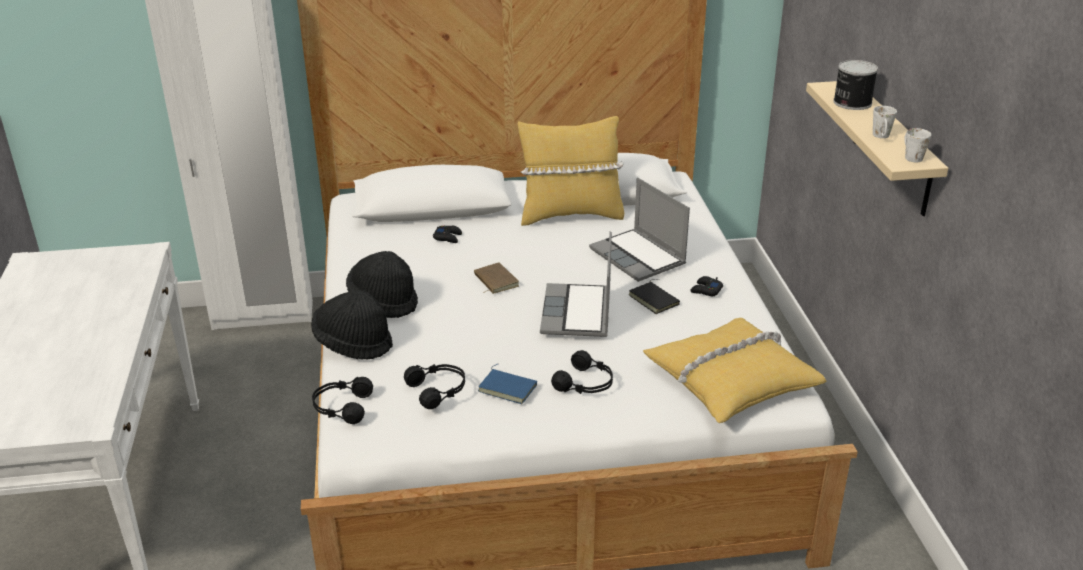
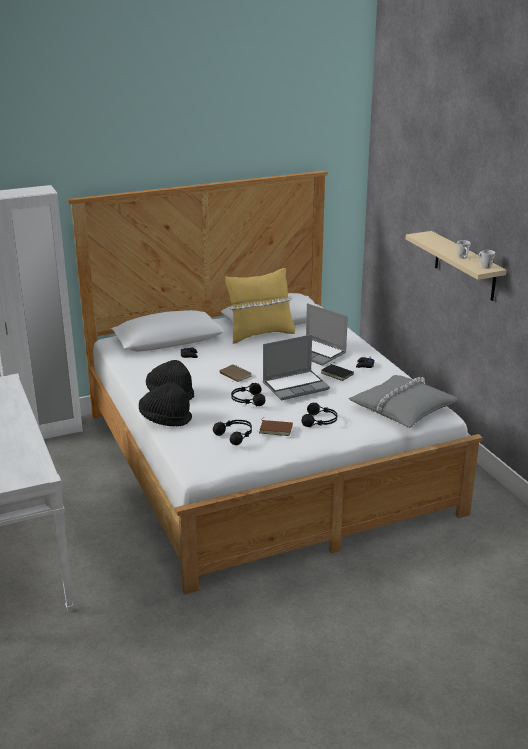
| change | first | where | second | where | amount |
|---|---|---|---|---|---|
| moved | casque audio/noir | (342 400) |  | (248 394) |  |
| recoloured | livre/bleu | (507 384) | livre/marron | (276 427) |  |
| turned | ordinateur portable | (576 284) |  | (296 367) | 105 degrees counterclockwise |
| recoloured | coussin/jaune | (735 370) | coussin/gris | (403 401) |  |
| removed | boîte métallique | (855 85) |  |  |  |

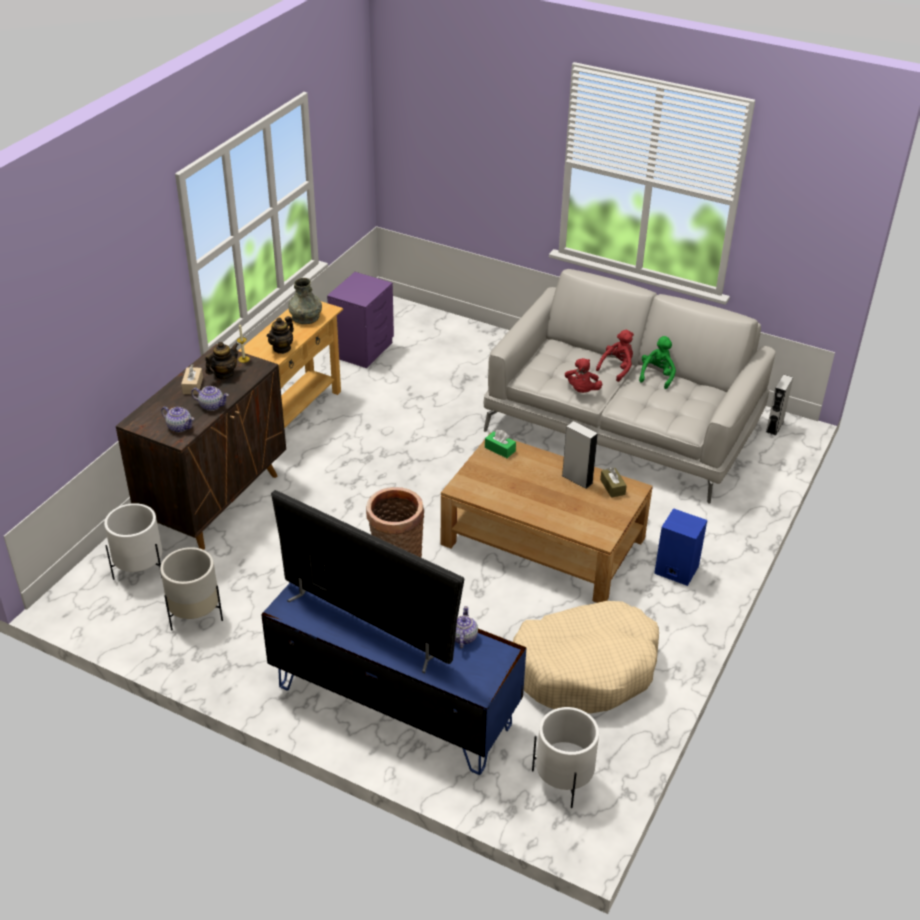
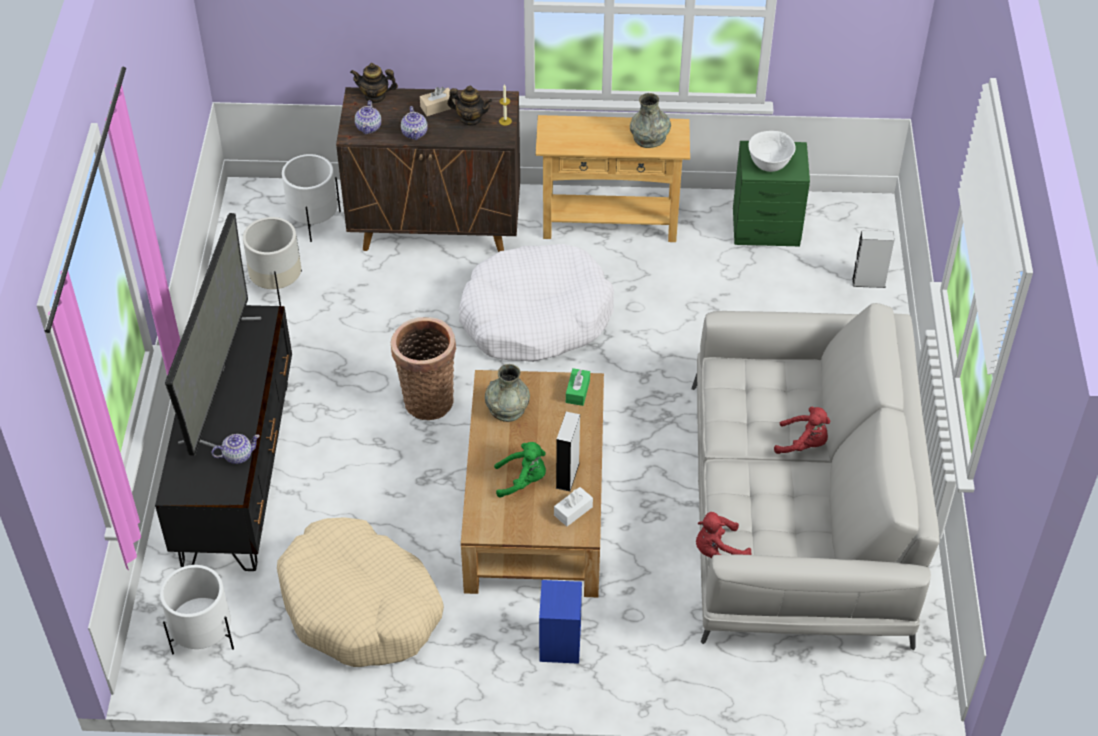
| change | first | where | second | where | amount |
|---|---|---|---|---|---|
| recoloured | meuble télé/bleu | (394 679) | meuble télé/noir | (223 438) |  |
| moved | théière | (280 335) |  | (374 83) |  |
| added |  |  | panier pour chien/blanc | (536 303) |  |
| added |  |  | vase/gris | (507 393) |  |
| moved | peluche/vert | (657 362) |  | (520 470) |  |
| recoloured | boîte à mouchoirs/marron | (613 483) | boîte à mouchoirs/blanc | (573 506) |  |
| moved | peluche/rouge | (584 375) |  | (723 535) |  |
| recoloured | table de chevet/violet | (360 320) | table de chevet/vert | (771 193) |  |
| added |  |  | bol/blanc | (772 151) |  |
| moved | enceinte/gris | (779 405) |  | (873 259) |  |

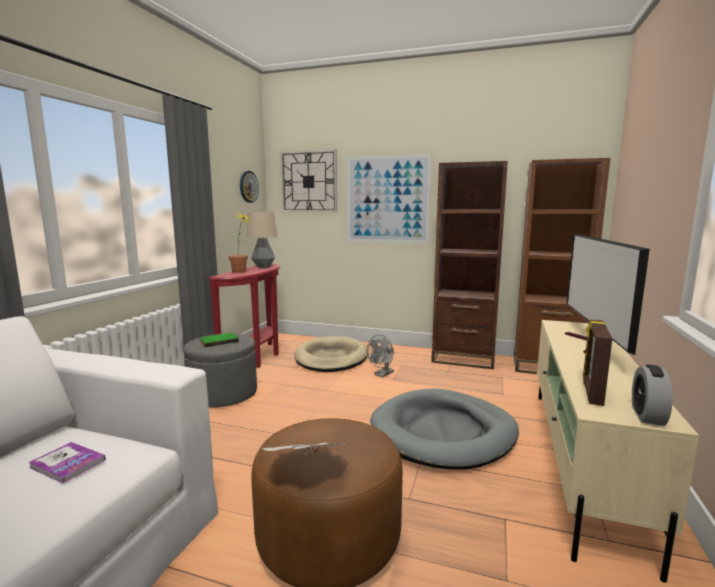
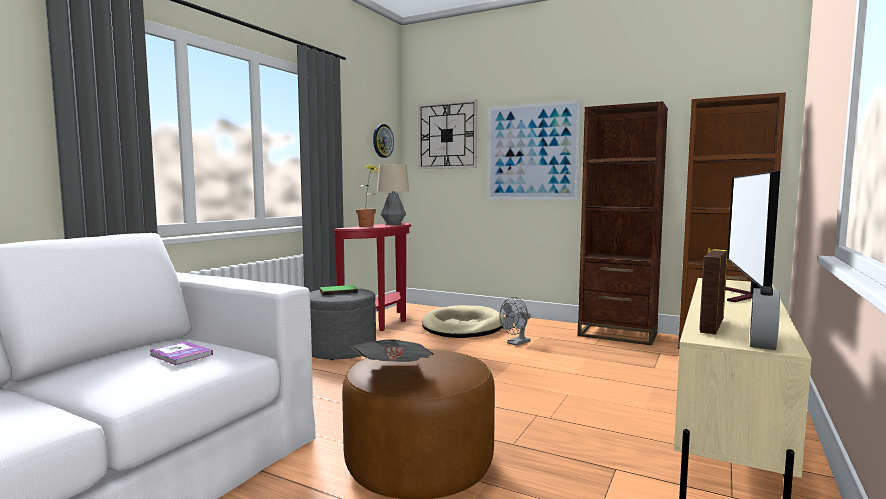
| change | first | where | second | where | amount |
|---|---|---|---|---|---|
| removed | panier pour chien/gris | (444 429) |  |  |  |

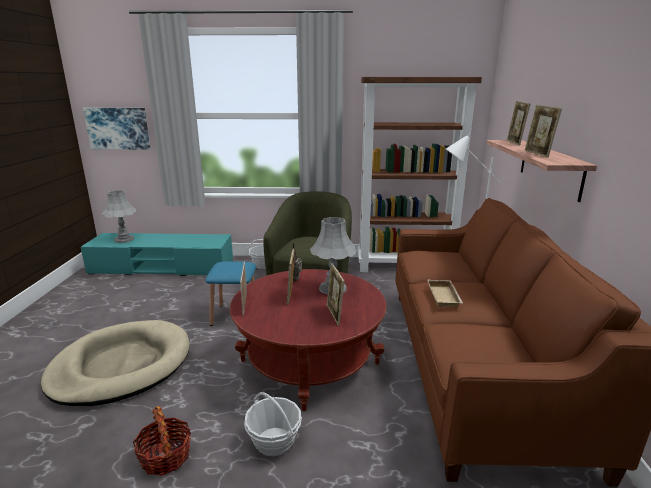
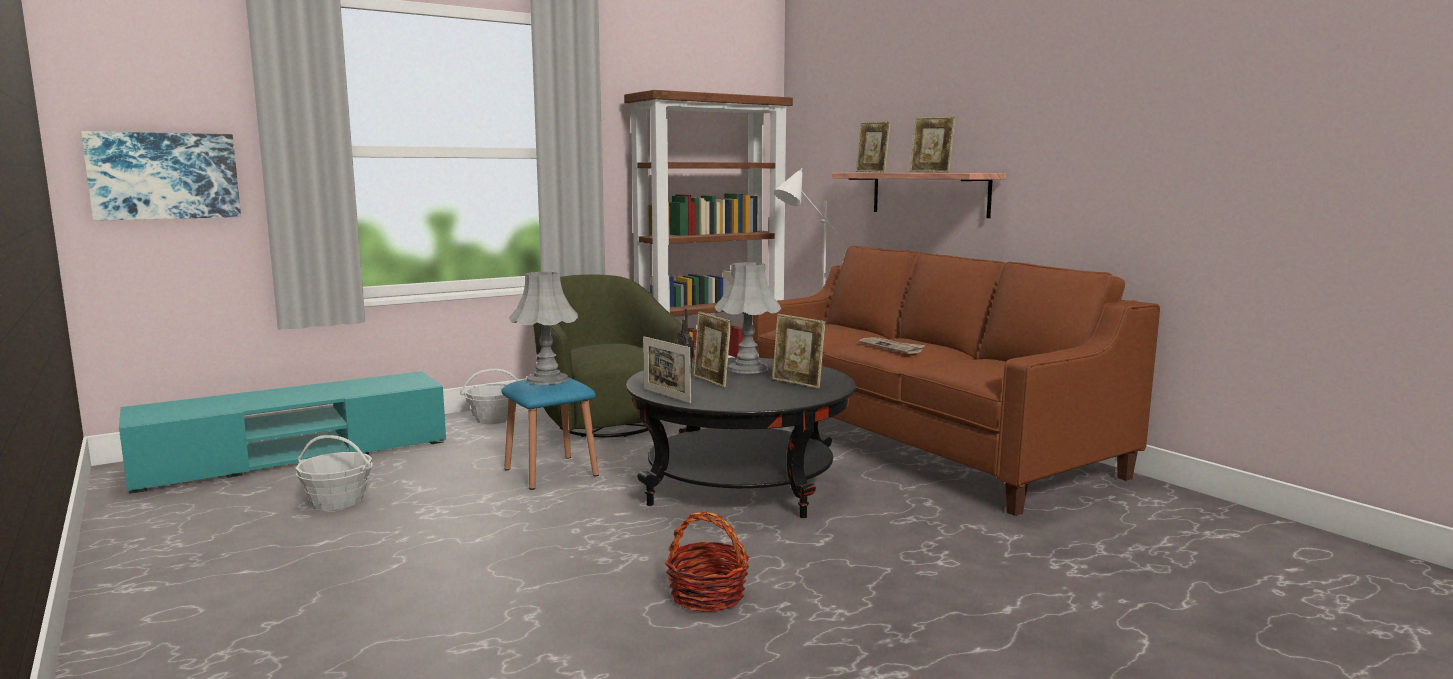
| change | first | where | second | where | amount |
|---|---|---|---|---|---|
| moved | panier | (273 424) |  | (334 472) |  |
| moved | lampe de table/gris | (119 216) |  | (543 328) |  |
| recoloured | table basse/rouge | (308 340) | table basse/noir | (741 438) |  |
| replaced | plateau/beige | (445 293) | journal | (892 345) |  |
| removed | panier pour chien/beige | (115 363) |  |  |  |

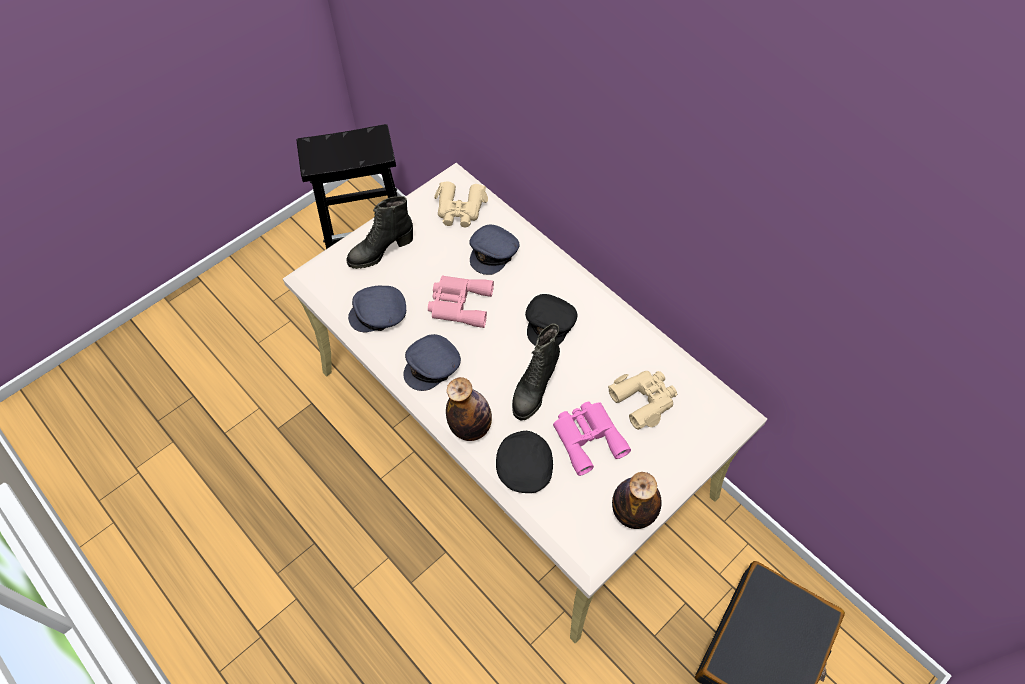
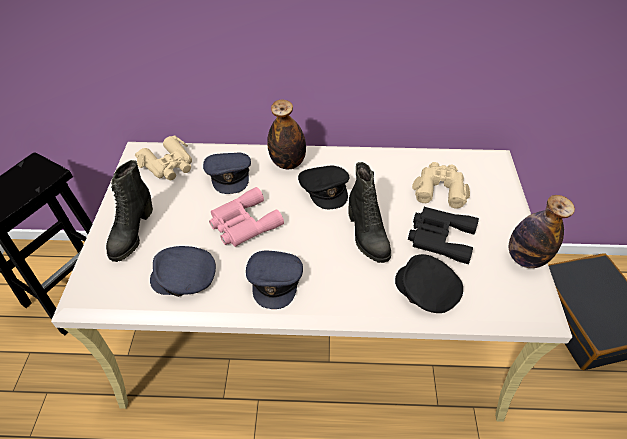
| change | first | where | second | where | amount |
|---|---|---|---|---|---|
| turned | casquette/gris | (377 308) |  | (183 271) | 60 degrees clockwise |
| moved | bouteille | (469 409) |  | (286 134) |  |
| recoloured | jumelles/rose | (592 439) | jumelles/noir | (443 235) |  |

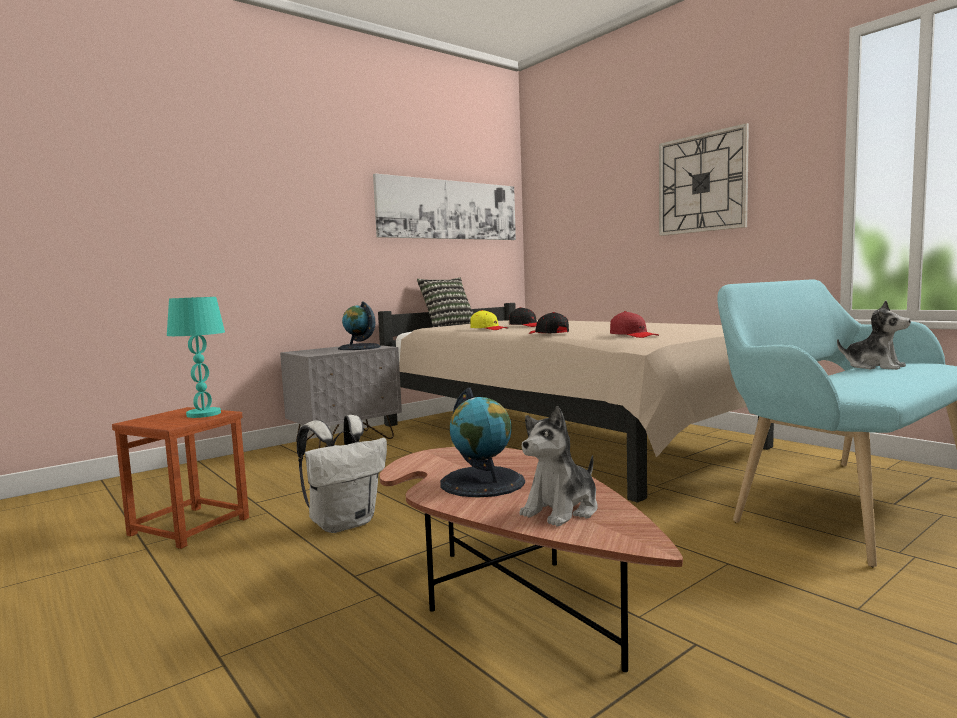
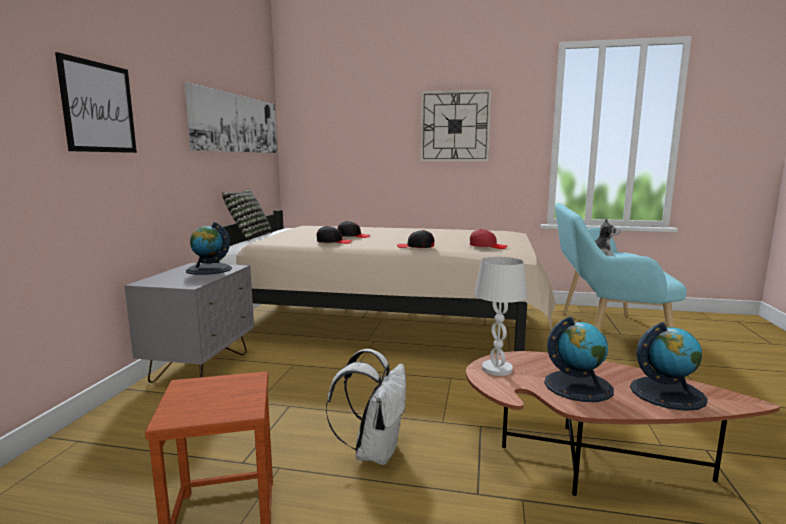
| change | first | where | second | where | amount |
|---|---|---|---|---|---|
| added |  |  | tableau | (96 102) |  |
| recoloured | casquette/jaune | (489 320) | casquette/noir | (334 235) |  |
| added |  |  | lampe de table/blanc | (501 316) |  |
| replaced | peluche | (558 466) | globe | (669 366) |  |
| removed | lampe de table/turquoise | (196 357) |  |  |  |

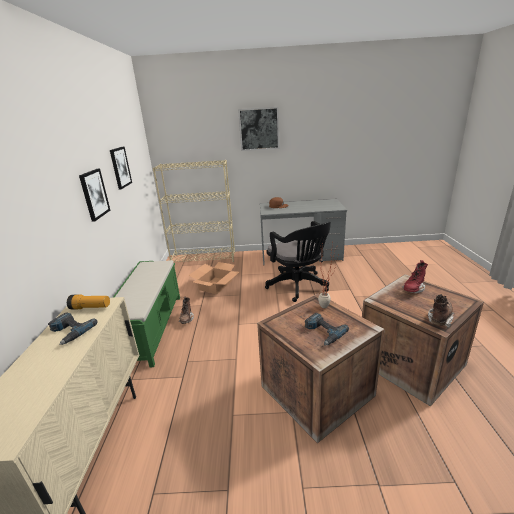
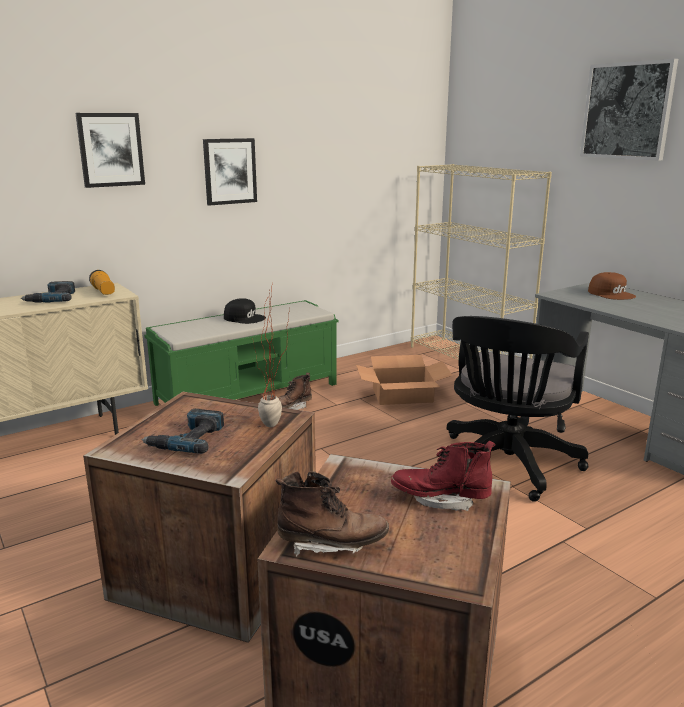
| change | first | where | second | where | amount |
|---|---|---|---|---|---|
| moved | tableau | (121 167) |  | (110 150) |  |
| added |  |  | casquette/noir | (245 311) |  |

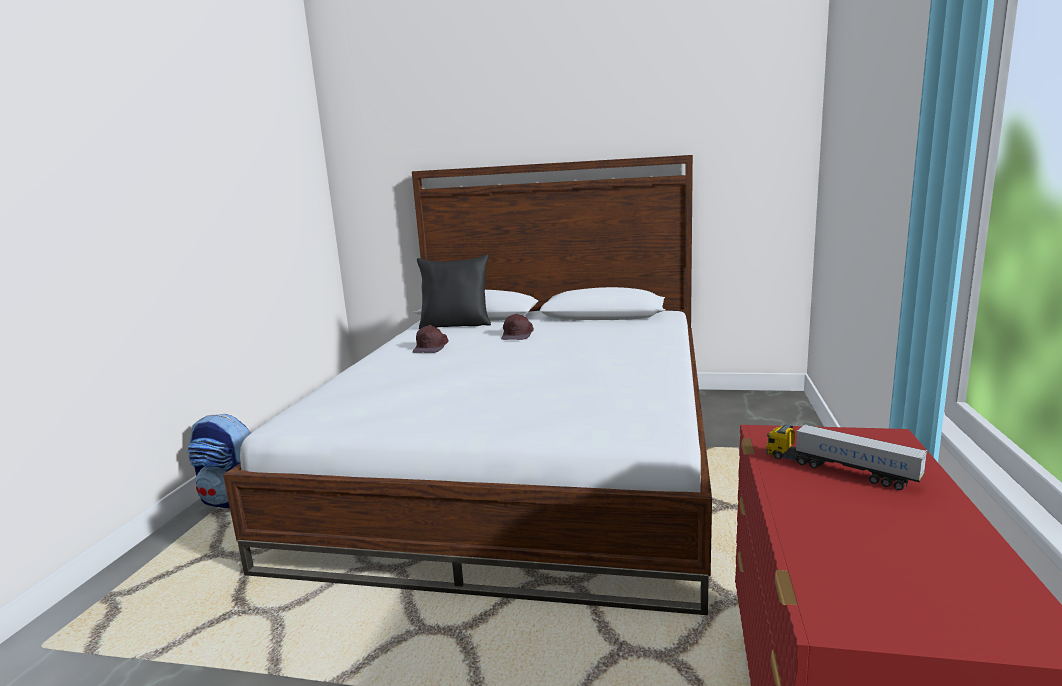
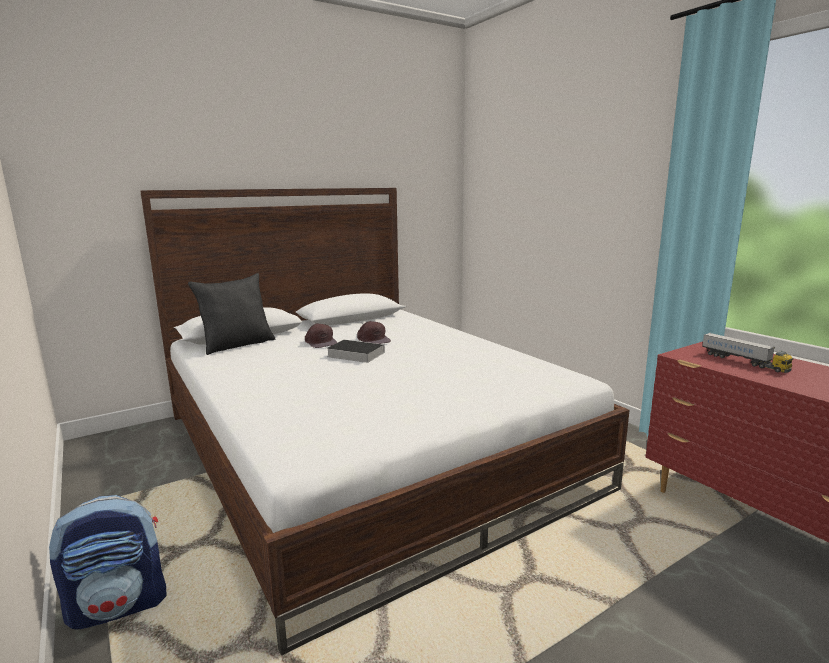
| change | first | where | second | where | amount |
|---|---|---|---|---|---|
| added |  |  | livre | (355 351) |  |
| moved | casquette/marron | (430 339) |  | (374 332) |  |
| turned | camion jouet | (847 457) |  | (748 353) | 120 degrees counterclockwise |

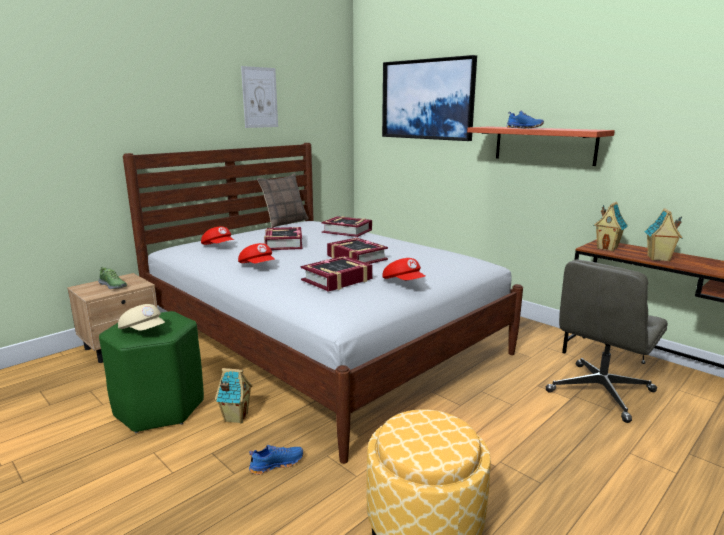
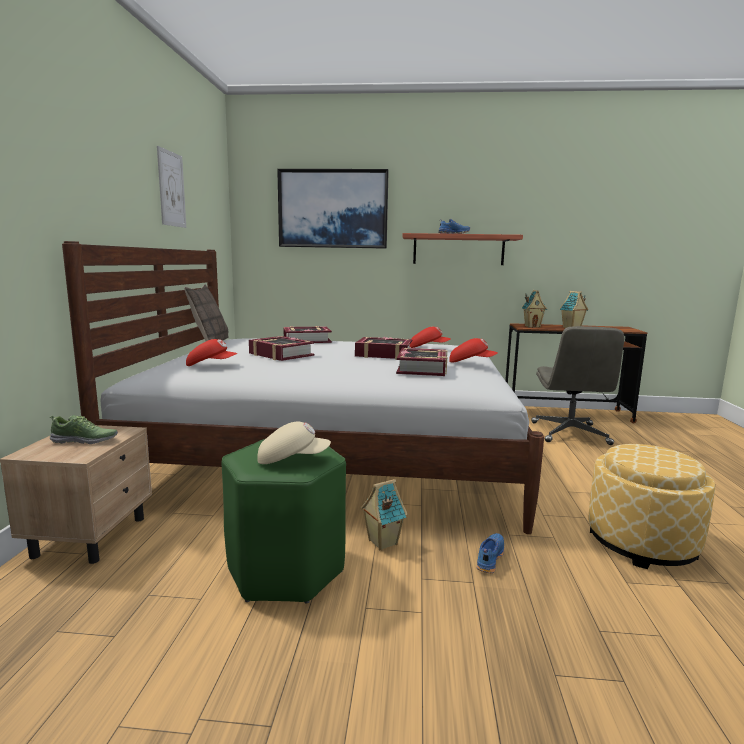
| change | first | where | second | where | amount |
|---|---|---|---|---|---|
| moved | casquette/rouge | (256 253) |  | (430 337) |  |

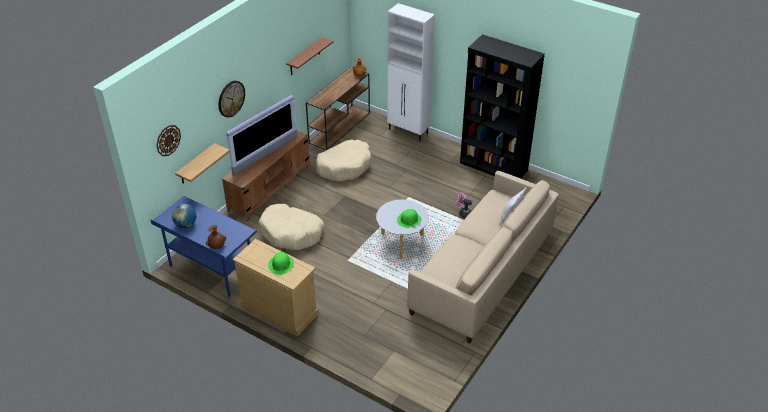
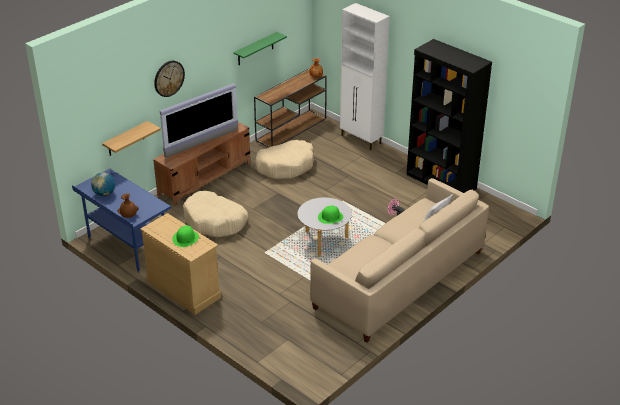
| change | first | where | second | where | amount |
|---|---|---|---|---|---|
| recoloured | étagère/marron | (310 56) | étagère/vert | (260 48) |  |
| removed | horloge murale | (168 140) |  |  |  |

